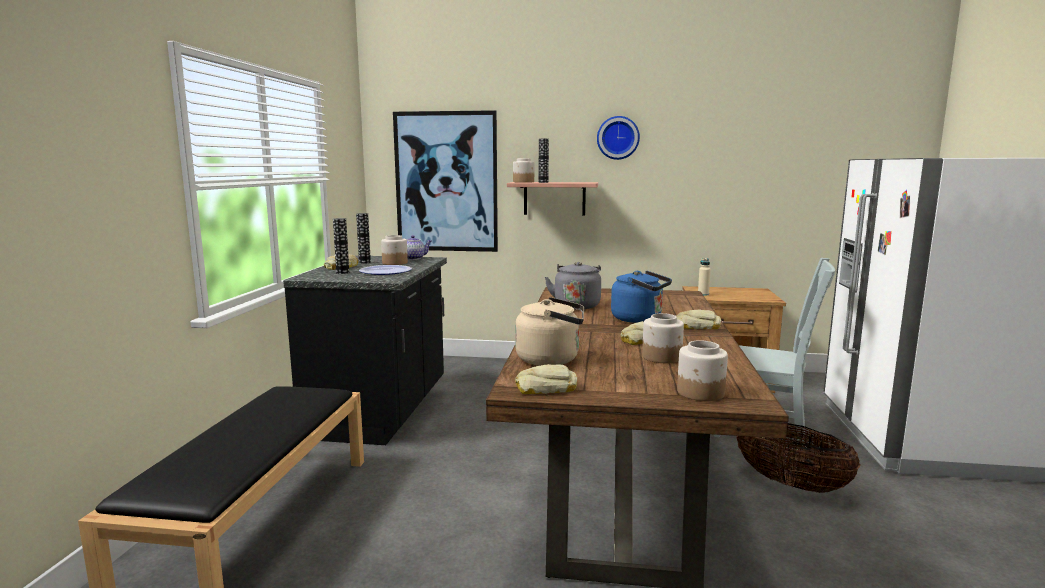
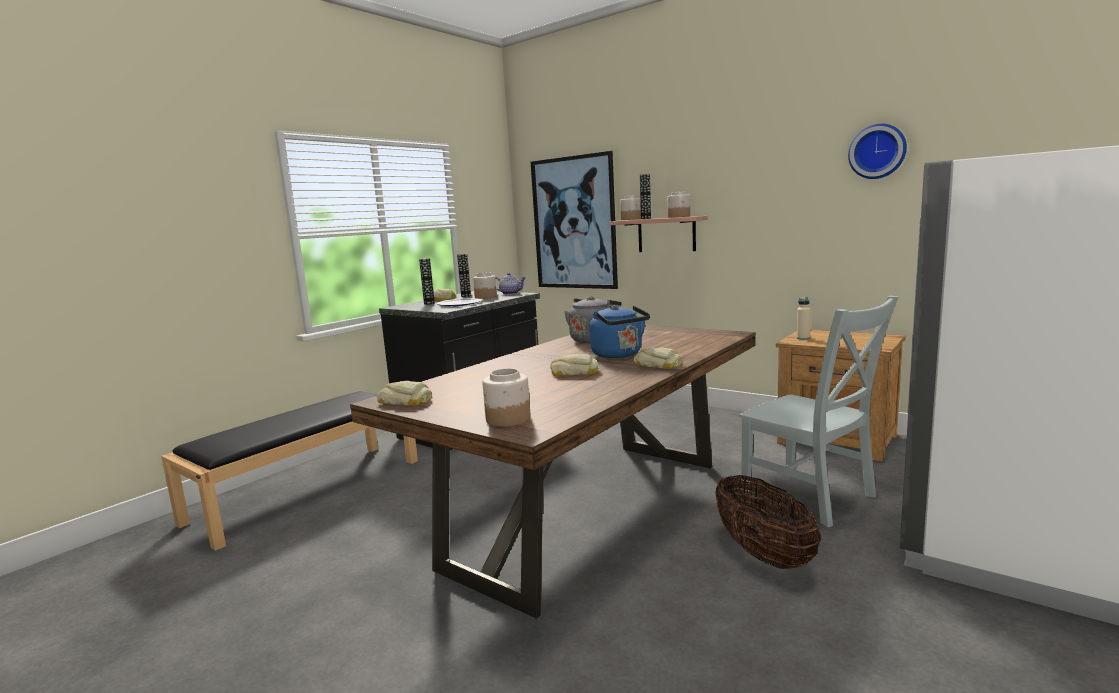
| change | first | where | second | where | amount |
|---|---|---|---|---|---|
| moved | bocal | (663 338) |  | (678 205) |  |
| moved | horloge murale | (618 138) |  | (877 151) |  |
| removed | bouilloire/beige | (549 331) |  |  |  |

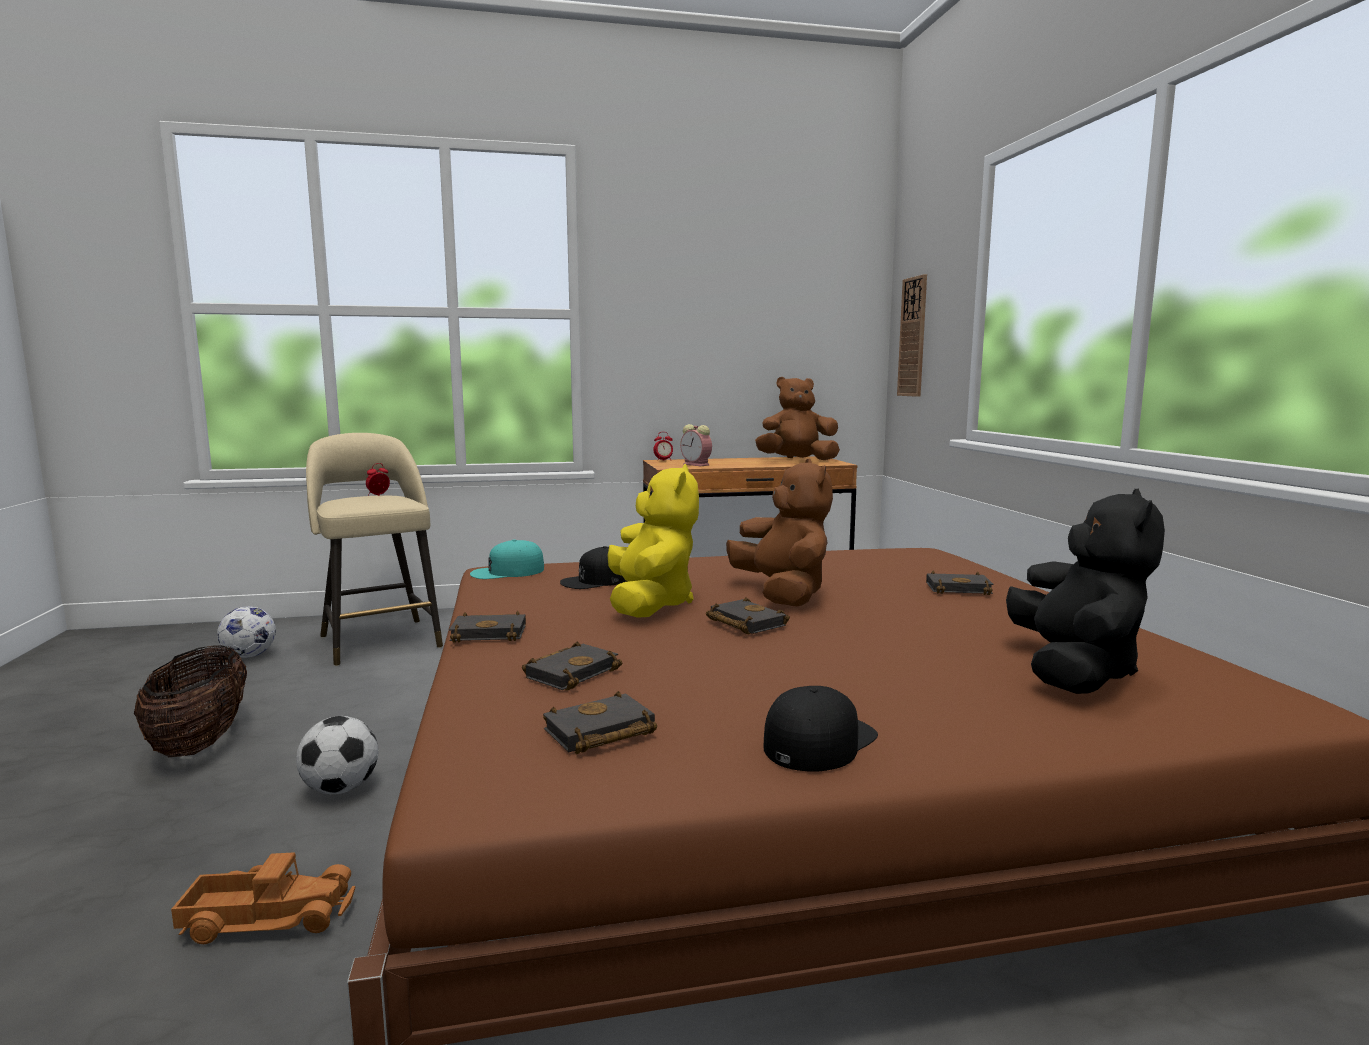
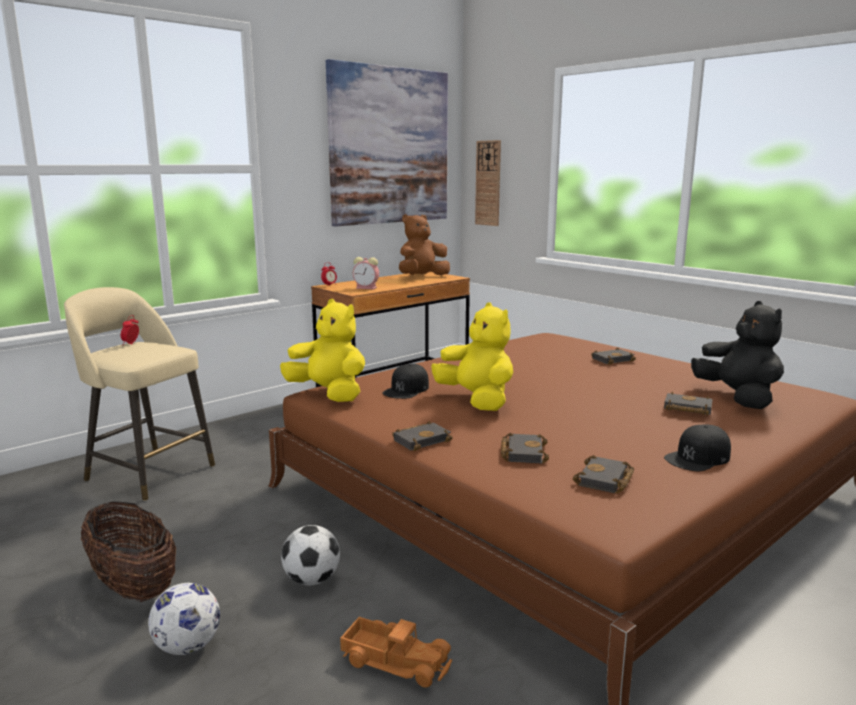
| change | first | where | second | where | amount |
|---|---|---|---|---|---|
| moved | ballon de foot | (246 632) |  | (184 619) |  |
| replaced | casquette/turquoise | (507 559) | peluche/jaune | (322 350) |  |
| added |  |  | tableau | (387 142) |  |
| turned | camion jouet | (263 898) |  | (396 652) | 60 degrees clockwise |
| moved | livre/noir | (748 615) |  | (688 404) |  |
| turned | casquette/noir | (821 729) |  | (697 448) | 135 degrees counterclockwise |
| removed | peluche/marron | (779 532) |  |  |  |

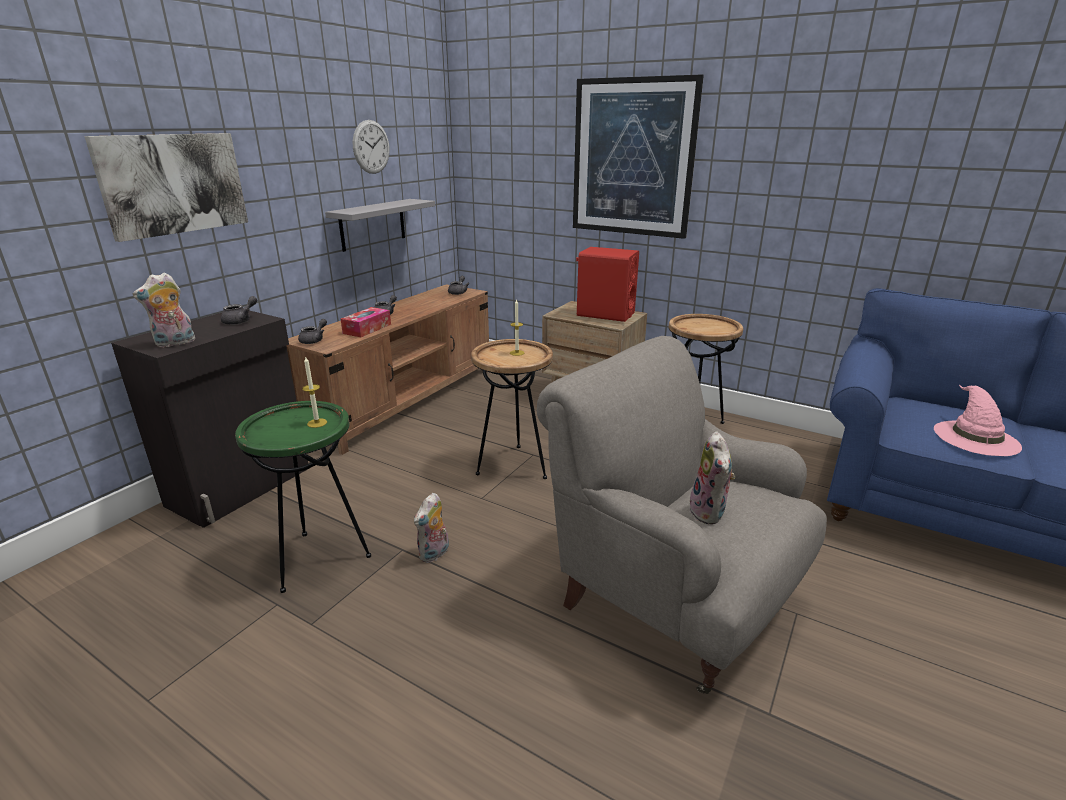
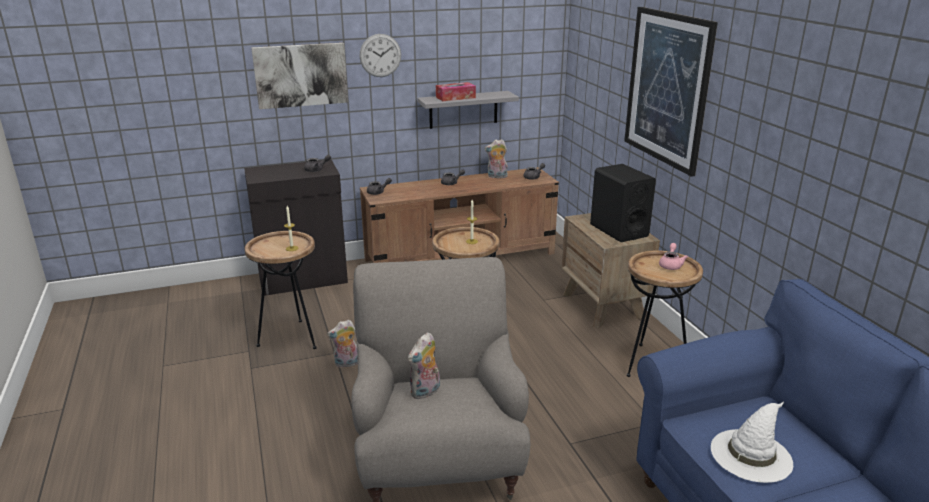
| change | first | where | second | where | amount |
|---|---|---|---|---|---|
| recoloured | table d'appoint/vert | (303 497) | table d'appoint/marron | (280 290) |  |
| moved | horloge murale | (371 147) |  | (380 55) |  |
| moved | boîte à mouchoirs | (366 322) |  | (456 91) |  |
| moved | peluche | (164 310) |  | (496 158) |  |
| recoloured | enceinte/rouge | (607 284) | enceinte/noir | (623 203) |  |
| added |  |  | théière/rose | (673 256) |  |
| recoloured | chapeau/rose | (978 420) | chapeau/blanc | (752 442) |  |

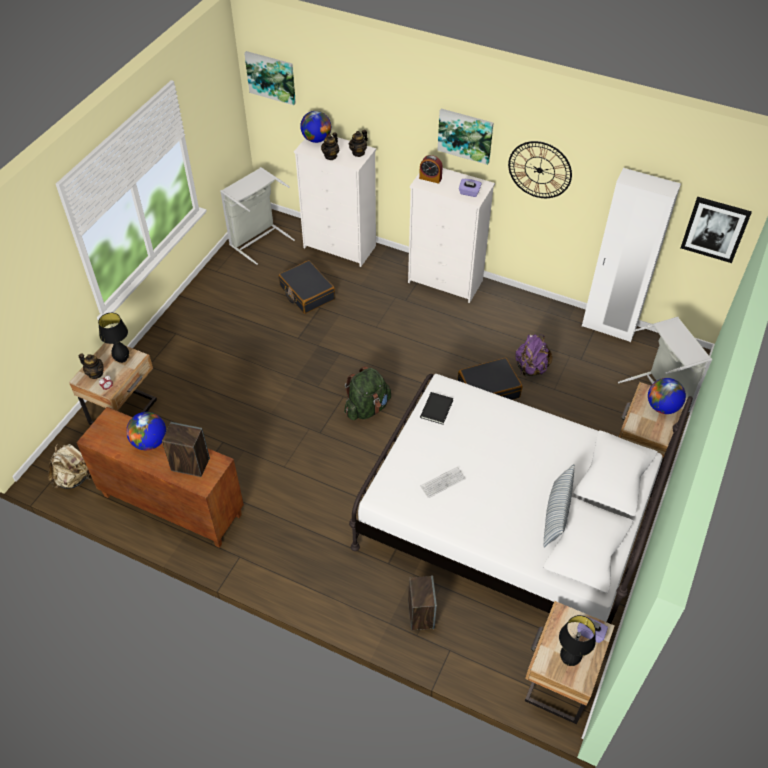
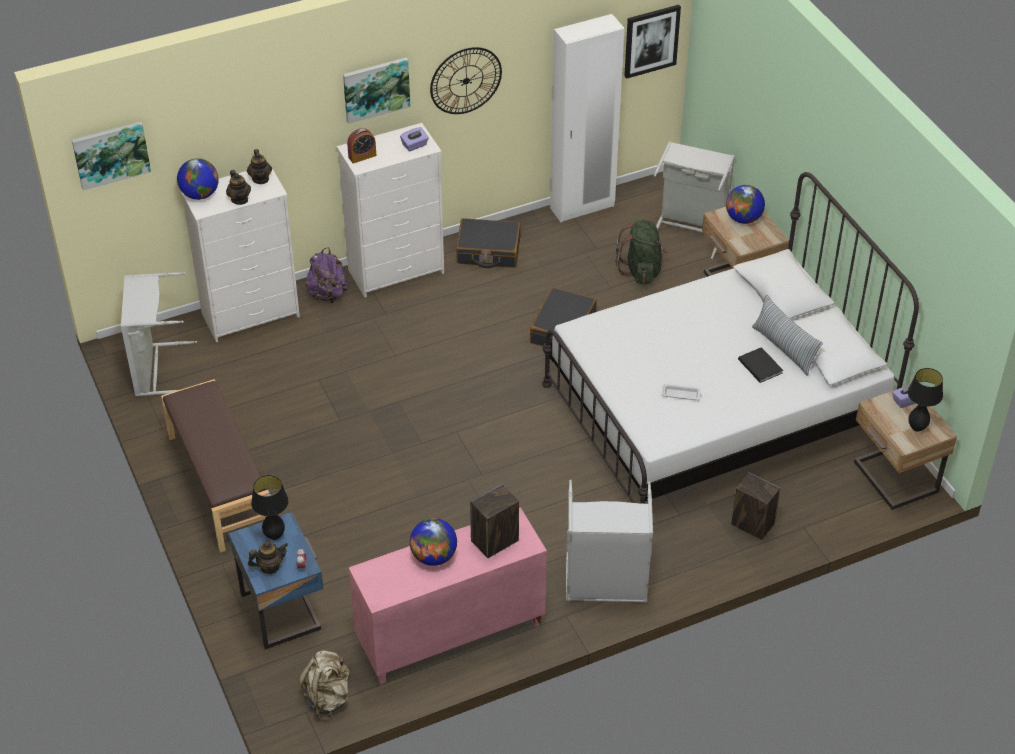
| change | first | where | second | where | amount |
|---|---|---|---|---|---|
| added |  |  | banc/marron | (215 466) |  |
| recoloured | table de chevet/beige | (113 384) | table de chevet/bleu | (276 580) |  |
| moved | sac à dos/violet | (534 355) |  | (326 275) |  |
| recoloured | meuble de rangement/marron | (160 477) | meuble de rangement/rose | (448 595) |  |
| moved | valise/noir | (306 287) |  | (488 243) |  |
| added |  |  | panier à linge/gris | (609 541) |  |
| moved | sac à dos/vert | (367 393) |  | (642 252) |  |
| replaced | clavier | (443 482) | plateau/blanc | (682 392) |  |
| moved | livre/noir | (436 408) |  | (760 365) |  |

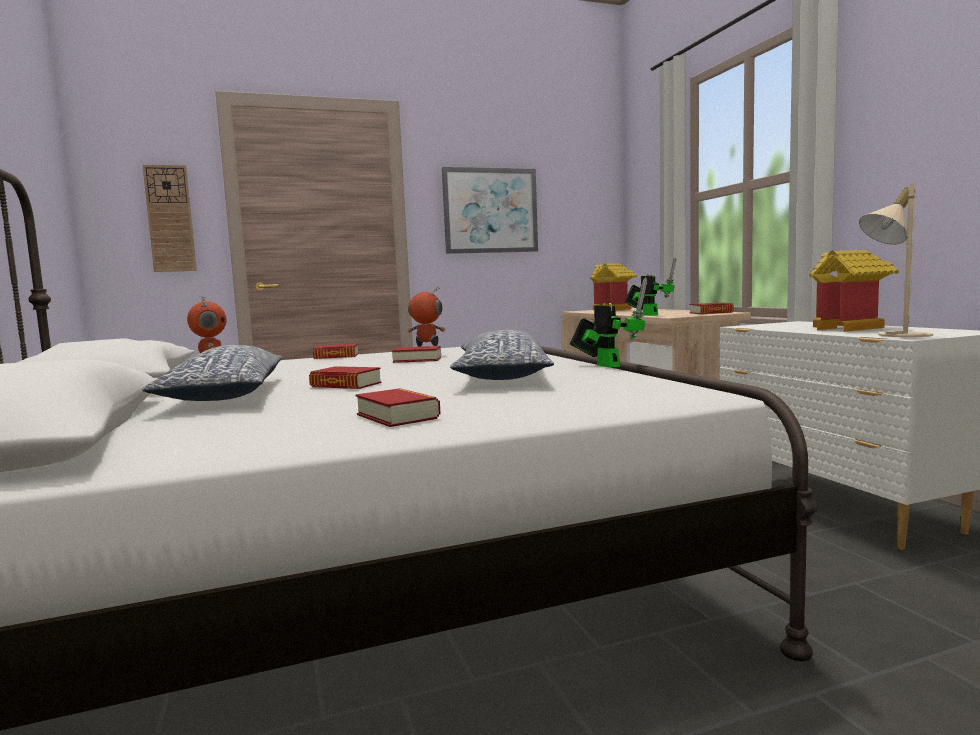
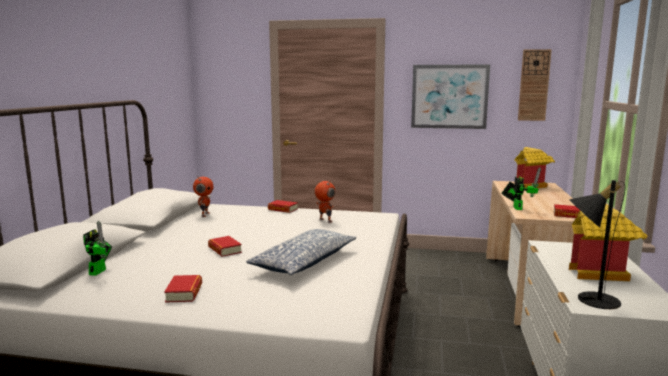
| change | first | where | second | where | amount |
|---|---|---|---|---|---|
| moved | robot jouet | (608 322) |  | (97 248) |  |
| moved | horloge murale | (169 218) |  | (535 85) |  |
| recoloured | lampe de table/beige | (896 260) | lampe de table/noir | (597 244) |  |
| removed | coussin | (212 373) |  |  |  |
| removed | livre | (416 354) |  |  |  |

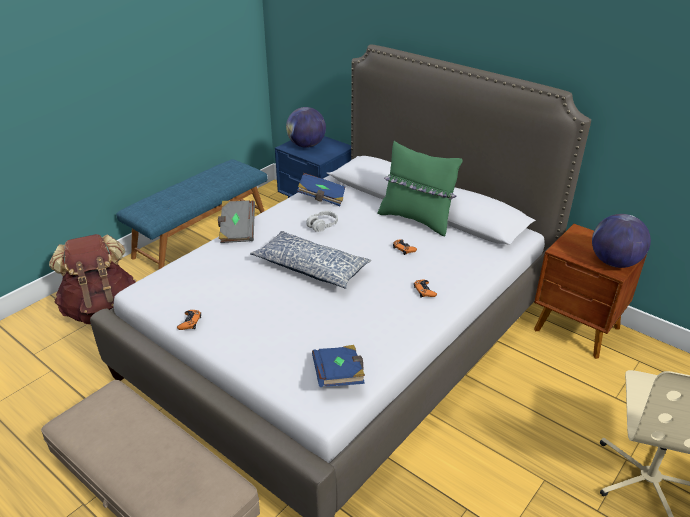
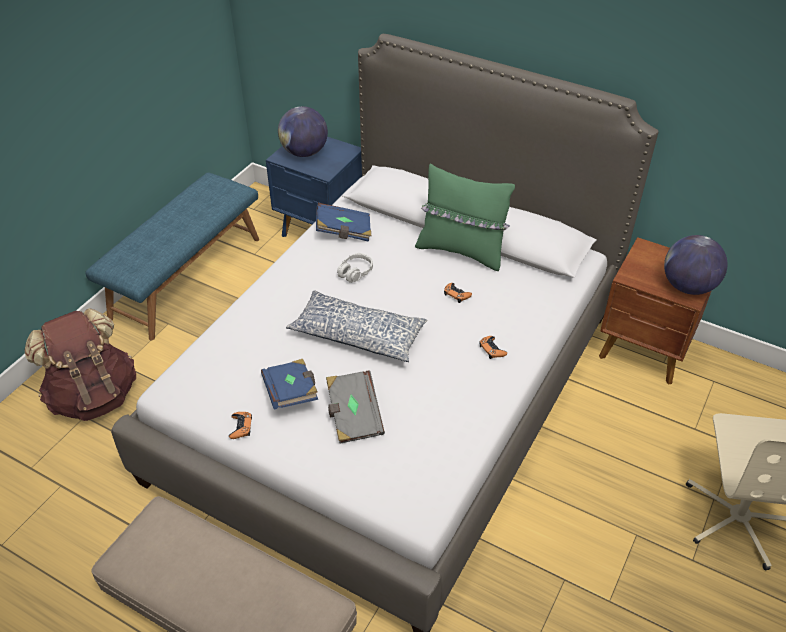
| change | first | where | second | where | amount |
|---|---|---|---|---|---|
| moved | livre/bleu | (338 366) |  | (289 384) |  |
| moved | livre/gris | (236 221) |  | (355 407) |  |

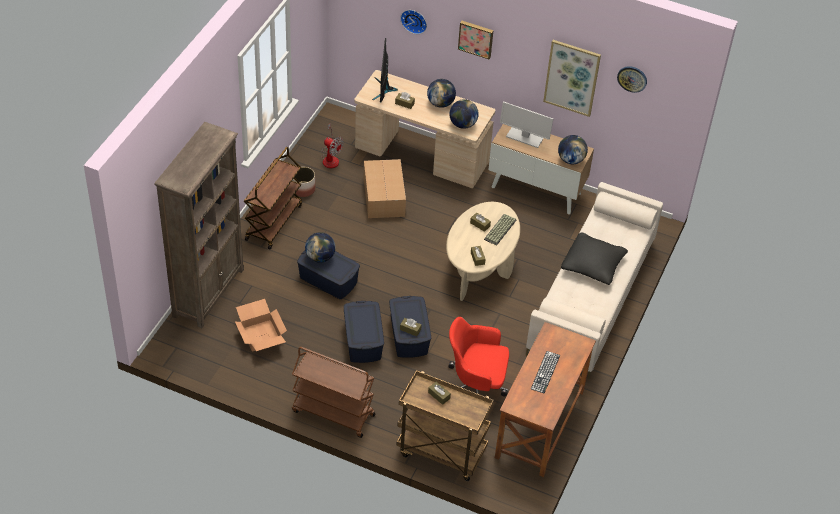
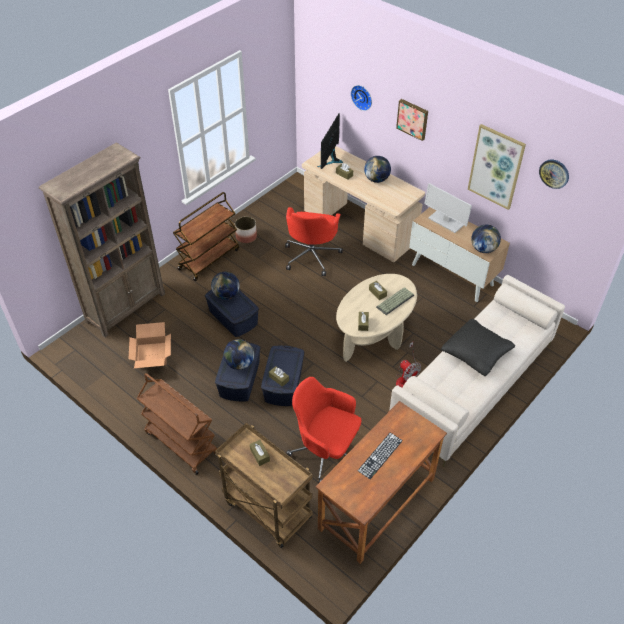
| change | first | where | second | where | amount |
|---|---|---|---|---|---|
| moved | globe | (464 114) |  | (239 354) |  |
| replaced | carton | (384 188) | chaise de bureau/rouge | (314 241) |  |
| moved | ventilateur | (333 145) |  | (408 365) |  |

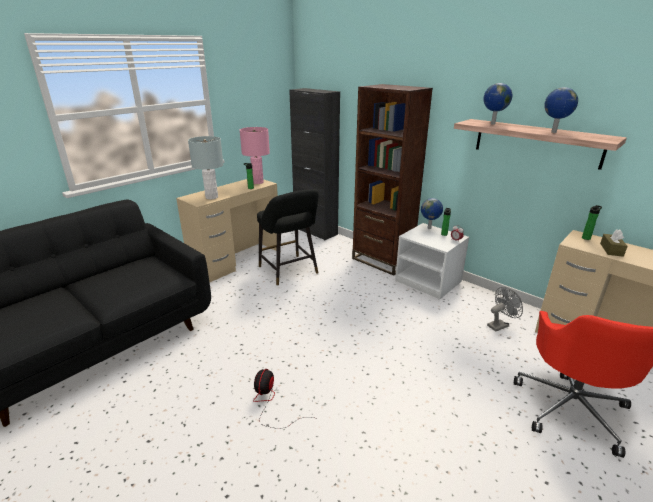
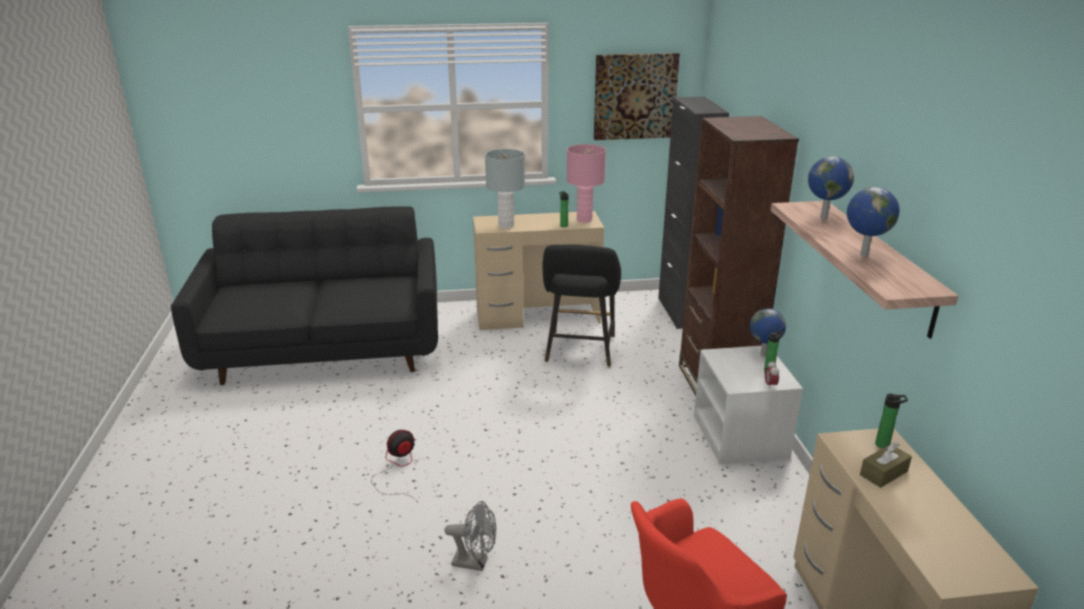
| change | first | where | second | where | amount |
|---|---|---|---|---|---|
| moved | ventilateur/gris | (505 309) |  | (470 536) |  |
| added |  |  | tableau | (637 96) |  |

